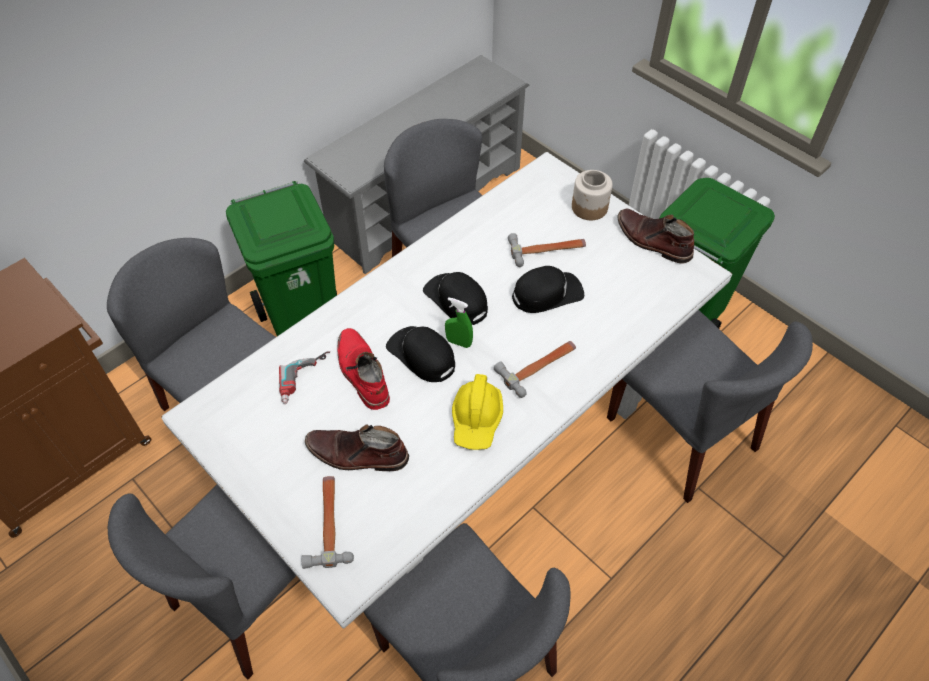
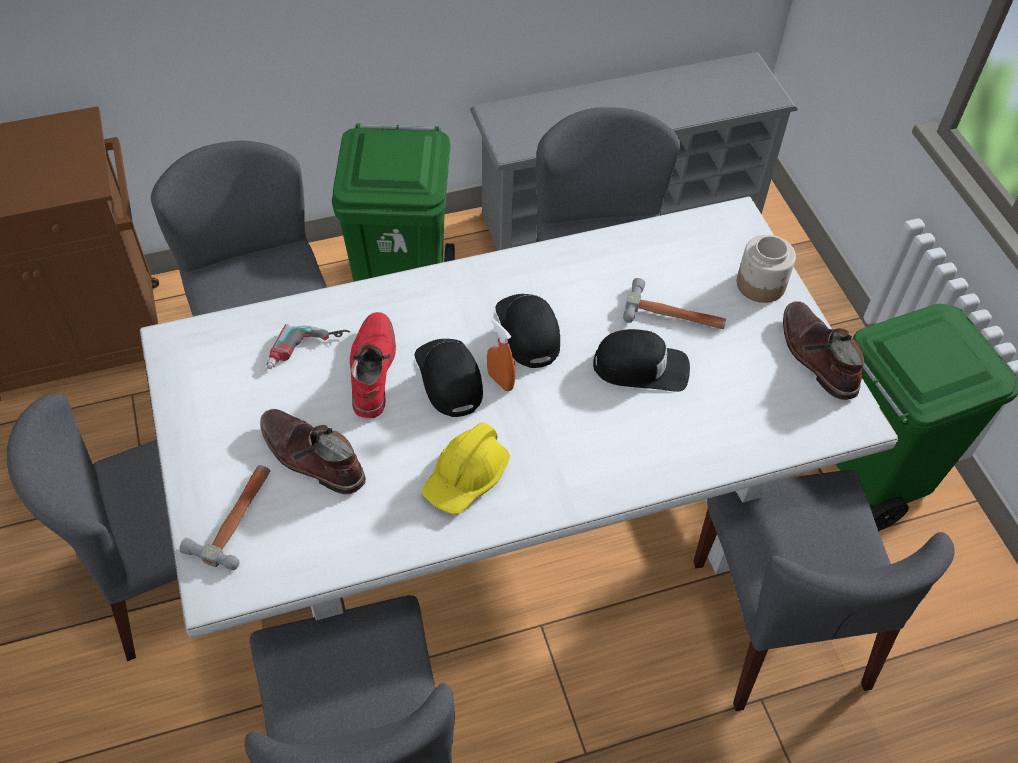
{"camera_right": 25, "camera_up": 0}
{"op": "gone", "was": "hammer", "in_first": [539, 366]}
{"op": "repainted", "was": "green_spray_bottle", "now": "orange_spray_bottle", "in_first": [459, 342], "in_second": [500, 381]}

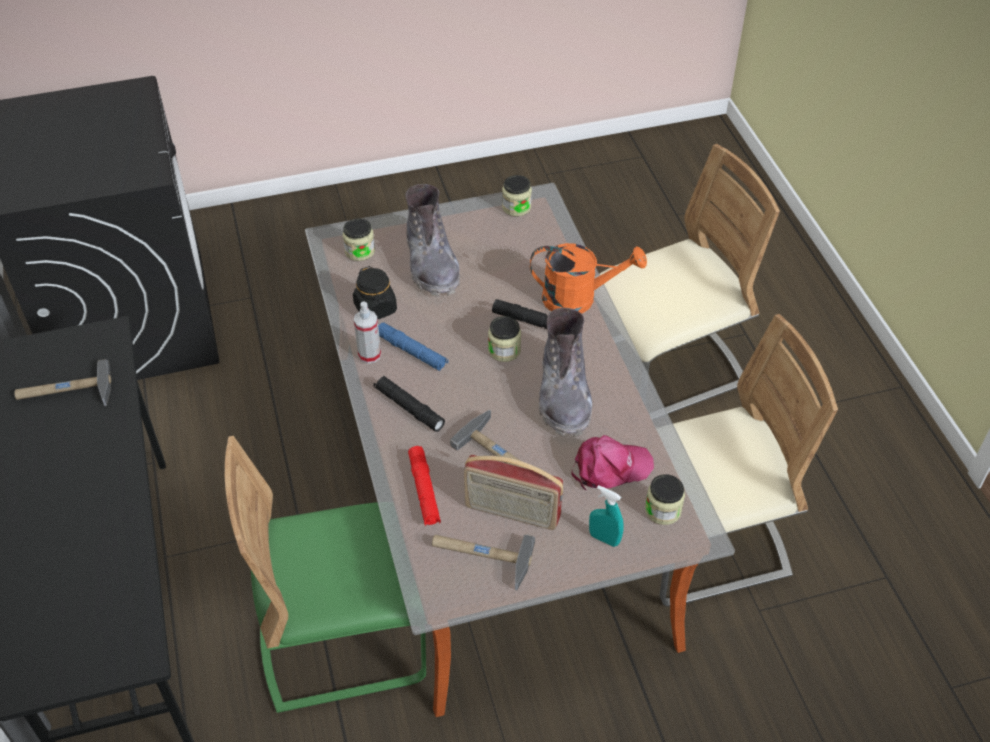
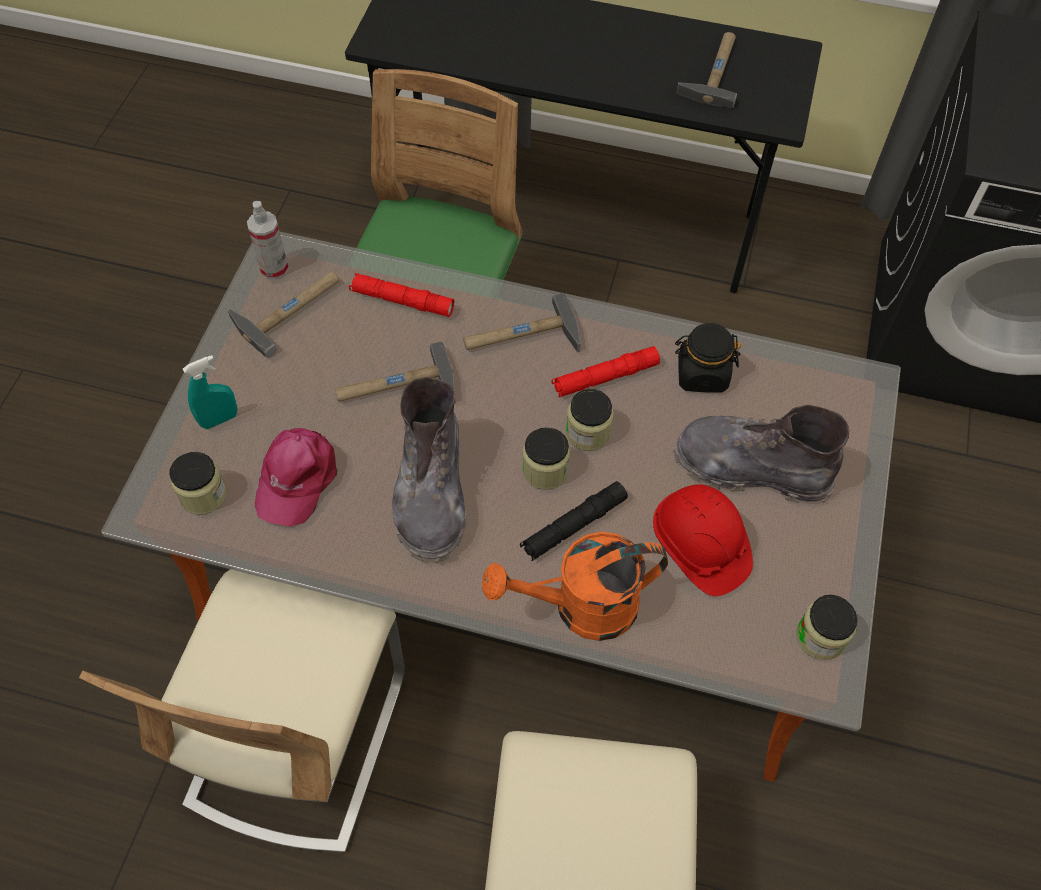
{"camera_right": 120, "camera_up": 10}
{"op": "gone", "was": "radio", "in_first": [511, 513]}
{"op": "new", "now": "red_hard_hat", "in_second": [699, 547]}
{"op": "shifted", "was": "jar", "in_first": [360, 251], "in_second": [588, 432]}
{"op": "shifted", "was": "spray_bottle", "in_first": [369, 355], "in_second": [274, 268]}
{"op": "swapped", "was": "black_flashlight", "now": "hammer", "in_first": [409, 408], "in_second": [521, 337]}
{"op": "repainted", "was": "blue_flashlight", "now": "red_flashlight", "in_first": [412, 352], "in_second": [605, 377]}
{"op": "rotated", "was": "orange_watering_can", "in_first": [579, 298], "in_second": [581, 607], "clockwise": 45}
{"op": "rotated", "was": "grey_boot", "in_first": [564, 395], "in_second": [431, 493], "clockwise": -120}

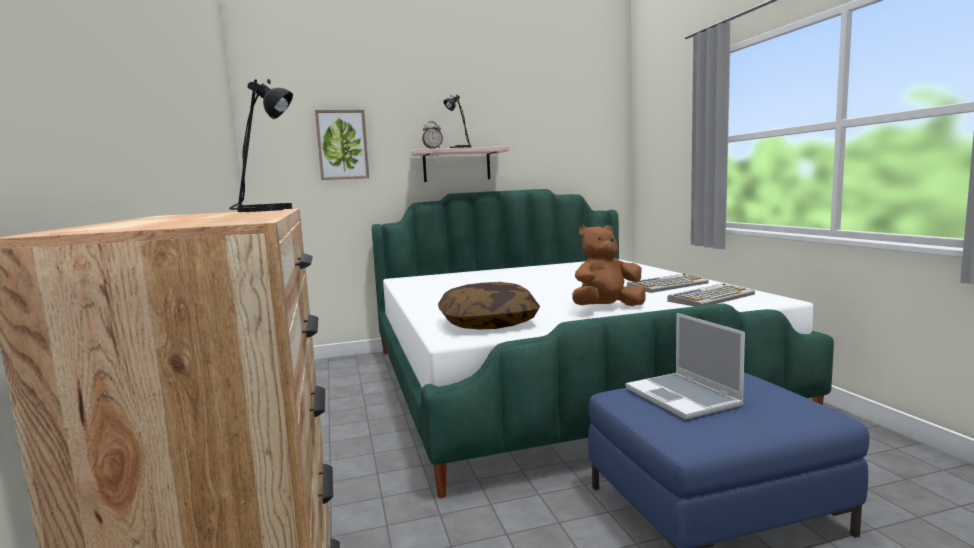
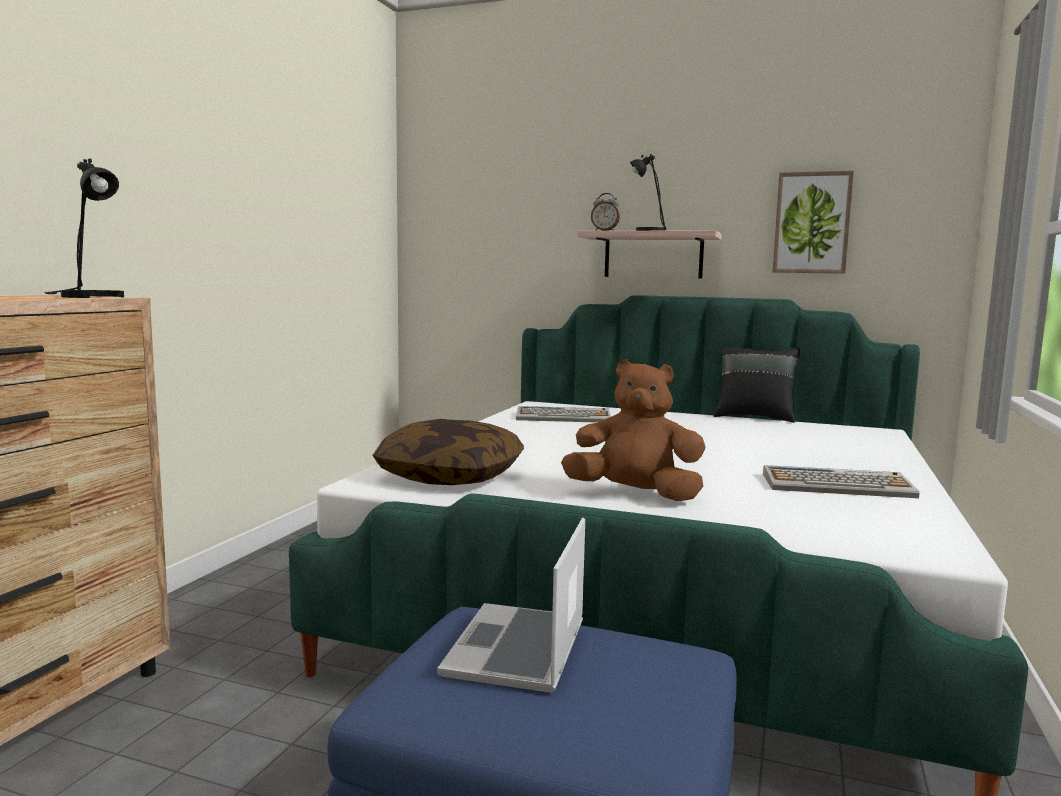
{"camera_right": 35, "camera_up": 0}
{"op": "new", "now": "black_pillow", "in_second": [754, 417]}
{"op": "shifted", "was": "picture", "in_first": [342, 145], "in_second": [812, 223]}
{"op": "shifted", "was": "keyboard", "in_first": [711, 297], "in_second": [564, 417]}

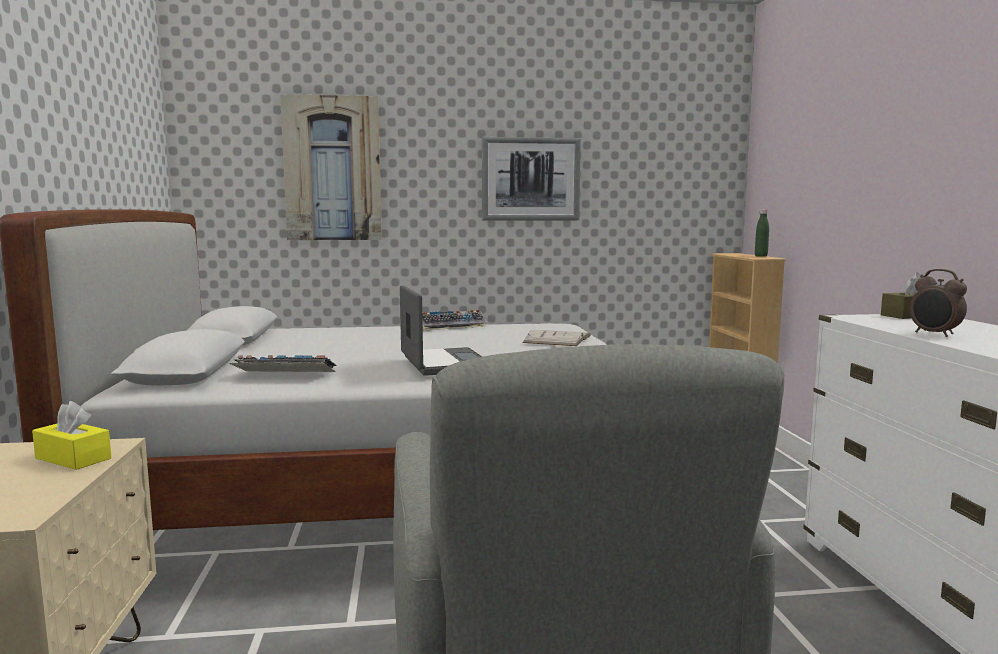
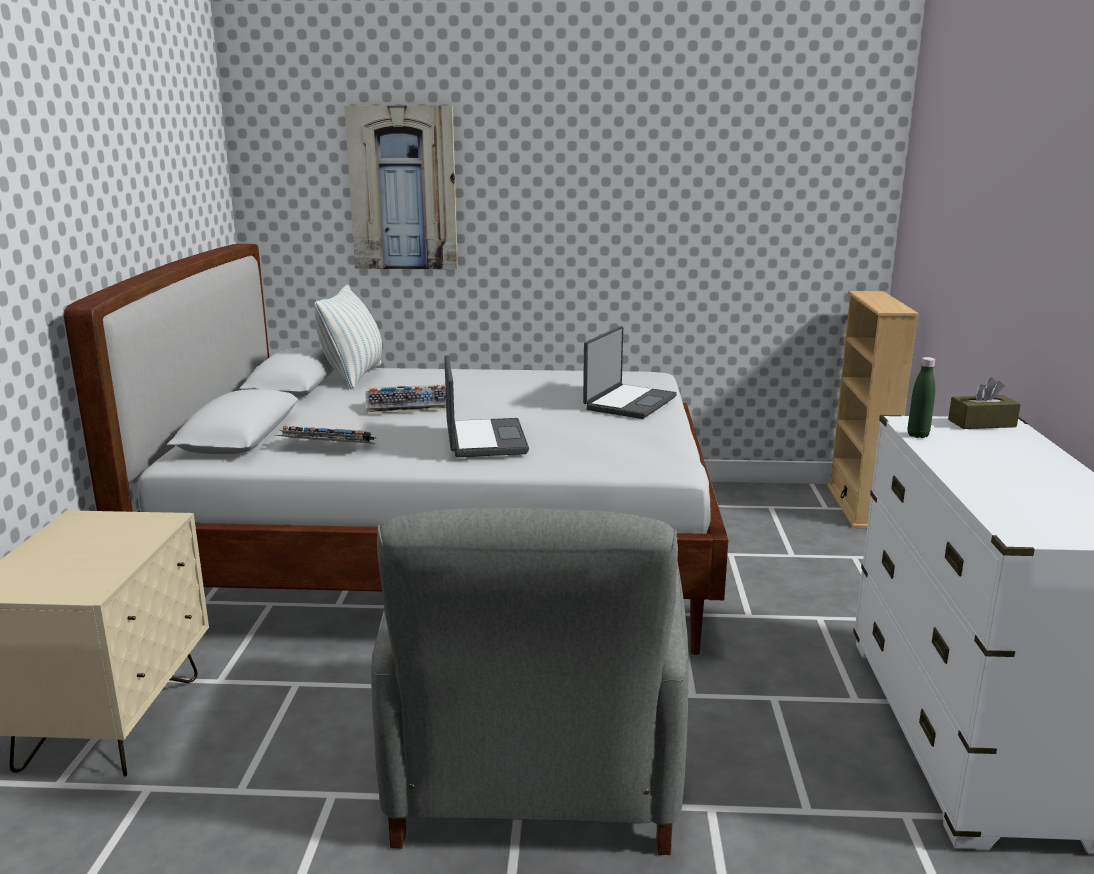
{"camera_right": 10, "camera_up": 10}
{"op": "gone", "was": "yellow_tissue_box", "in_first": [73, 458]}
{"op": "gone", "was": "picture", "in_first": [530, 179]}
{"op": "gone", "was": "alarm_clock", "in_first": [934, 334]}
{"op": "new", "now": "pillow", "in_second": [354, 376]}
{"op": "shifted", "was": "keyboard", "in_first": [452, 326], "in_second": [409, 406]}
{"op": "shifted", "was": "green_bottle", "in_first": [761, 256], "in_second": [918, 435]}
{"op": "swapped", "was": "white_book", "now": "laptop", "in_first": [557, 339], "in_second": [628, 403]}

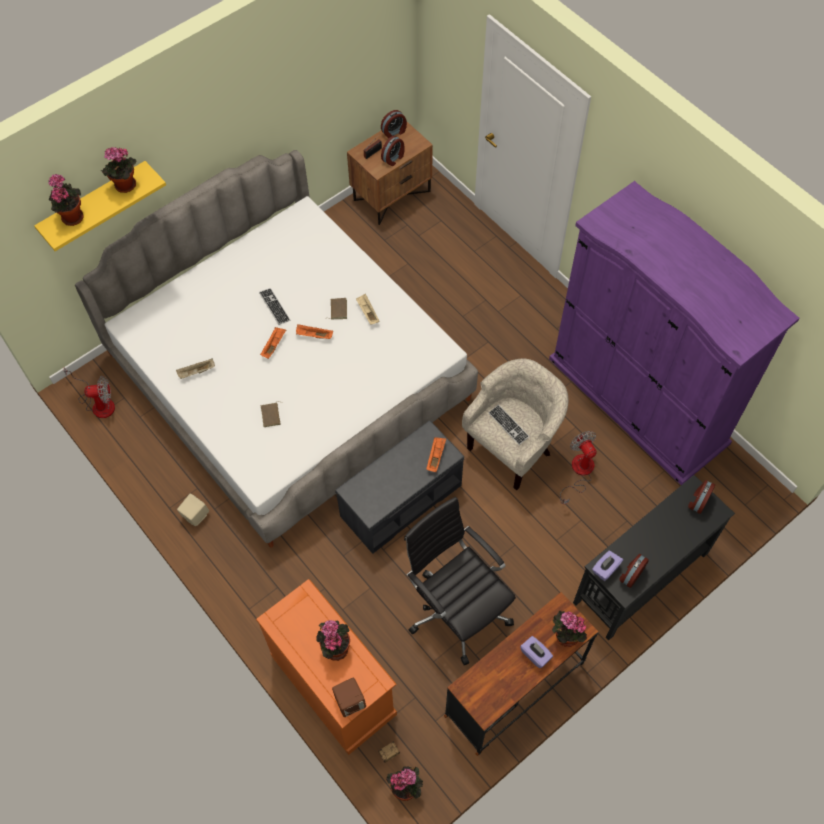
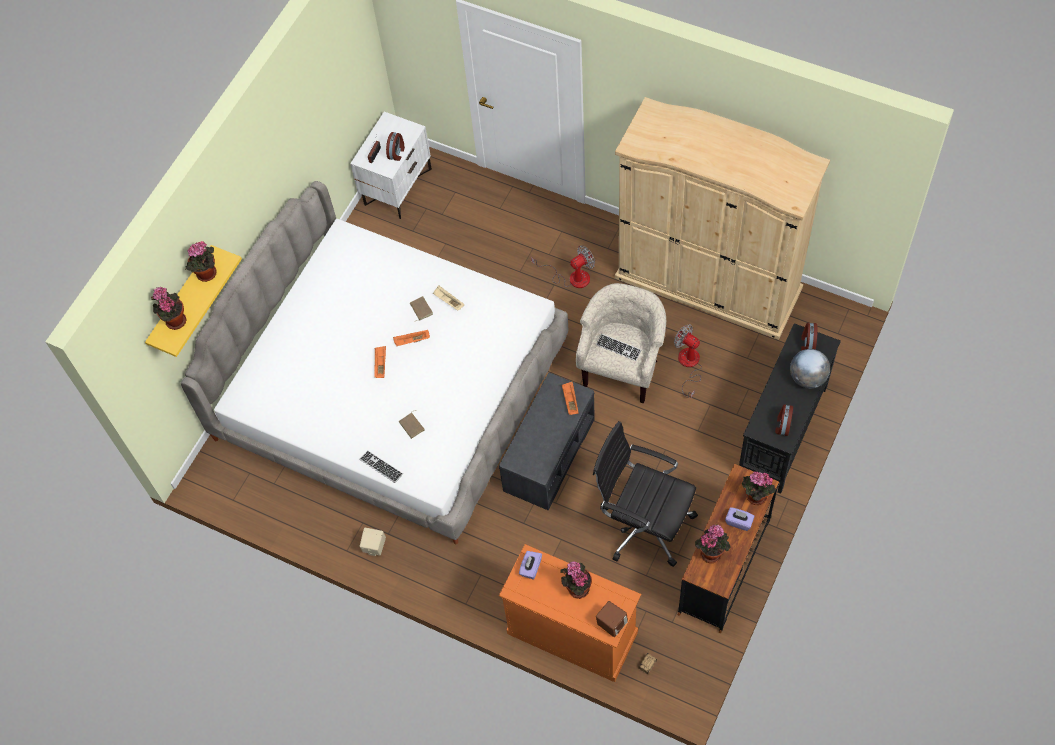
{"camera_right": -20, "camera_up": 0}
{"op": "gone", "was": "beige_tray", "in_first": [196, 372]}
{"op": "gone", "was": "alarm_clock", "in_first": [394, 132]}
{"op": "new", "now": "globe", "in_second": [807, 378]}
{"op": "shifted", "was": "fan", "in_first": [98, 403], "in_second": [572, 277]}
{"op": "shifted", "was": "keyboard", "in_first": [274, 307], "in_second": [381, 467]}
{"op": "shifted", "was": "potted_plant", "in_first": [406, 787], "in_second": [711, 552]}
{"op": "shifted", "was": "purple_tissue_box", "in_first": [605, 569], "in_second": [530, 568]}
{"op": "repainted", "was": "brown_nightstand", "now": "white_nightstand", "in_first": [391, 195], "in_second": [397, 186]}
{"op": "repainted", "was": "purple_wardrobe", "now": "beige_wardrobe", "in_first": [638, 400], "in_second": [708, 282]}

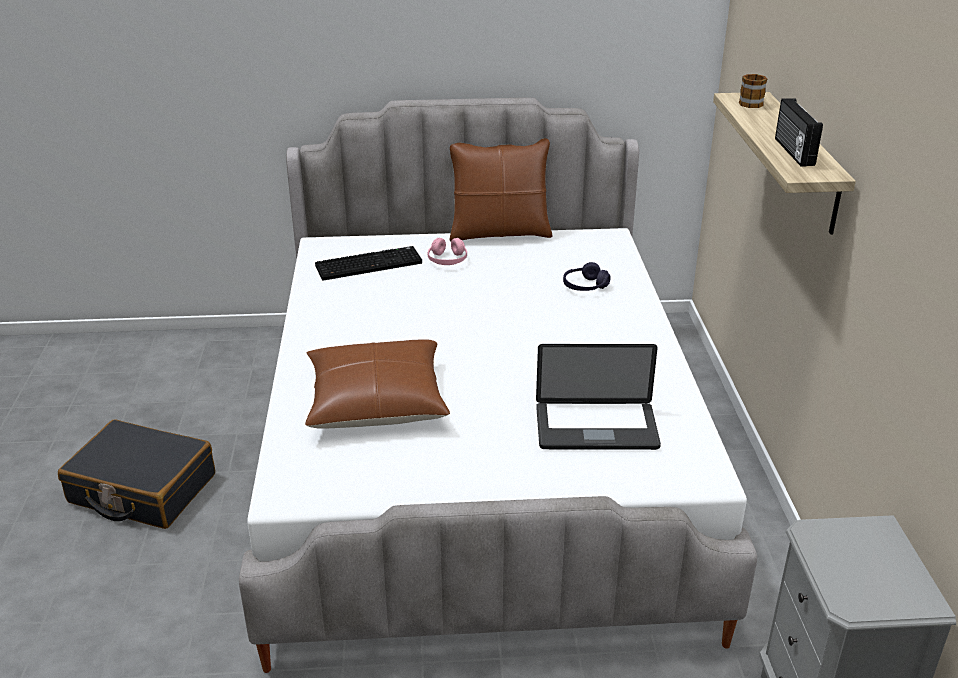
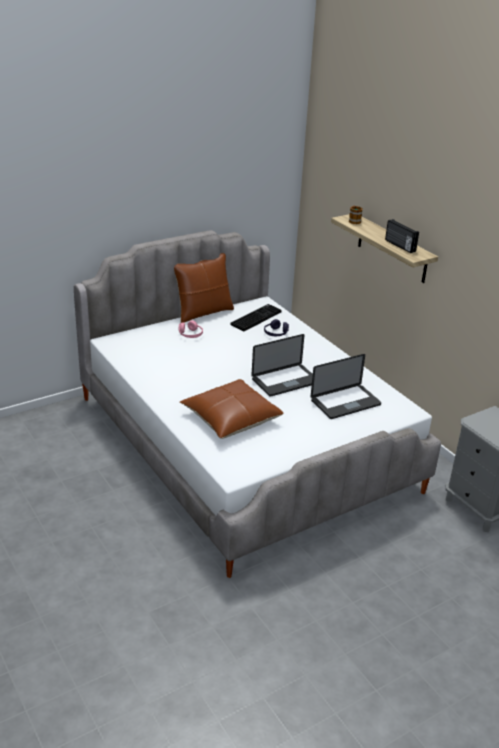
{"camera_right": -30, "camera_up": 0}
{"op": "gone", "was": "black_suitcase", "in_first": [142, 489]}
{"op": "new", "now": "laptop", "in_second": [285, 381]}
{"op": "shifted", "was": "keyboard", "in_first": [369, 264], "in_second": [256, 318]}

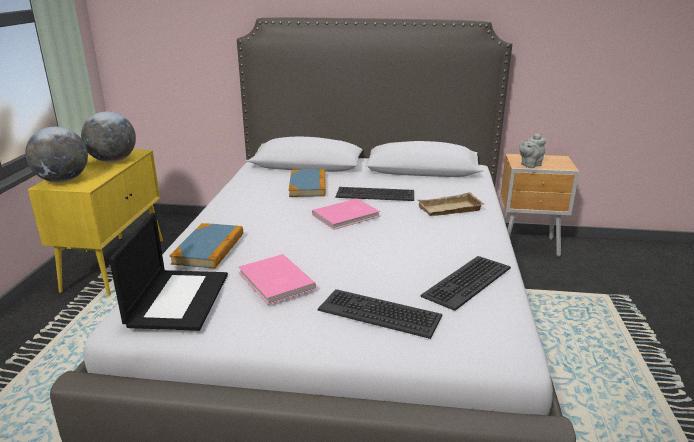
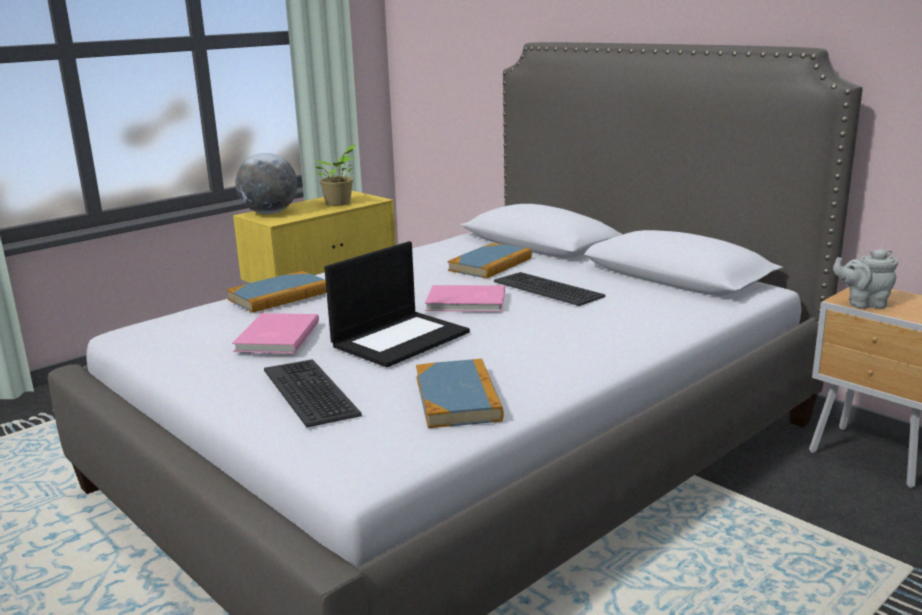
{"camera_right": 40, "camera_up": -5}
{"op": "gone", "was": "beige_tray", "in_first": [449, 210]}
{"op": "shifted", "was": "laptop", "in_first": [178, 299], "in_second": [401, 338]}
{"op": "swapped", "was": "globe", "now": "potted_plant", "in_first": [113, 161], "in_second": [339, 203]}
{"op": "swapped", "was": "keyboard", "now": "book", "in_first": [466, 282], "in_second": [457, 398]}

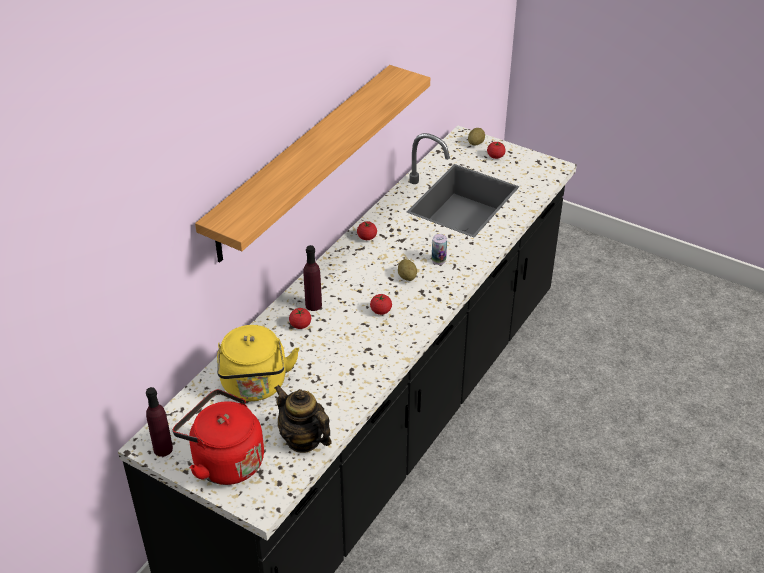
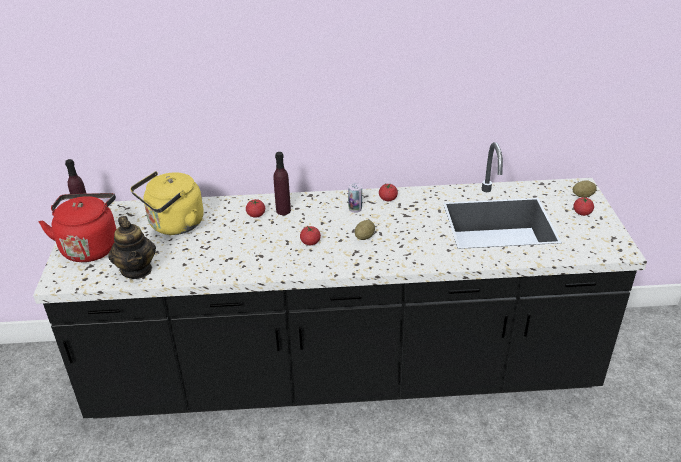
{"camera_right": 55, "camera_up": -5}
{"op": "gone", "was": "shelf", "in_first": [303, 161]}
{"op": "shifted", "was": "can", "in_first": [438, 260], "in_second": [355, 209]}
{"op": "rotated", "was": "teapot", "in_first": [303, 439], "in_second": [137, 270], "clockwise": 150}

